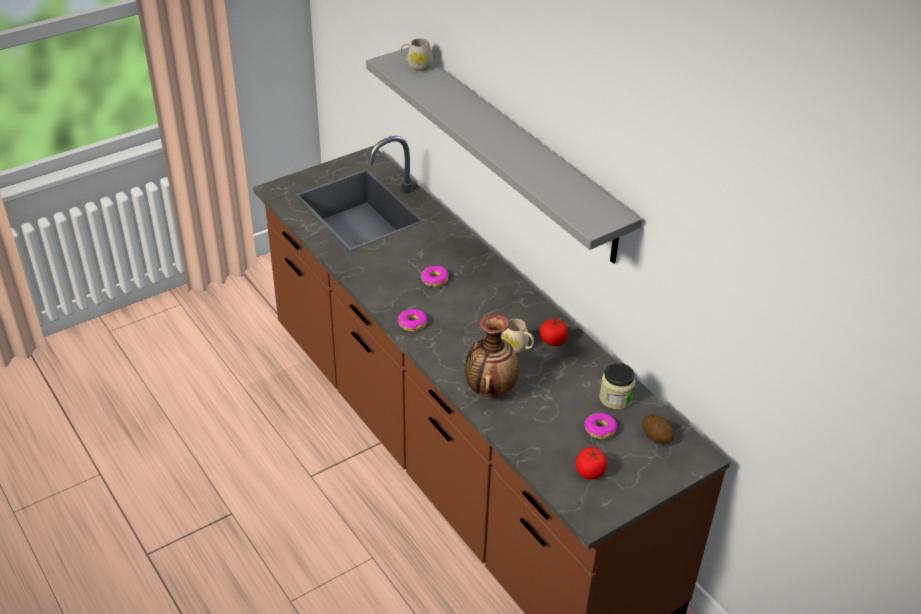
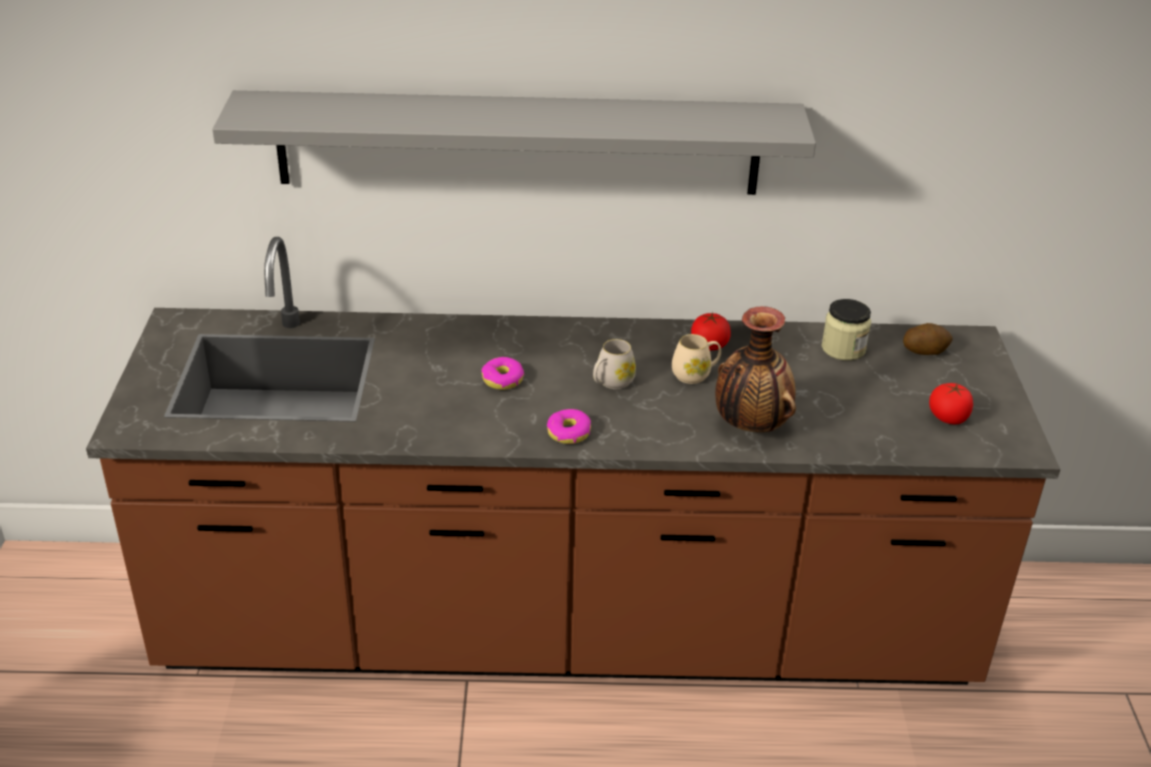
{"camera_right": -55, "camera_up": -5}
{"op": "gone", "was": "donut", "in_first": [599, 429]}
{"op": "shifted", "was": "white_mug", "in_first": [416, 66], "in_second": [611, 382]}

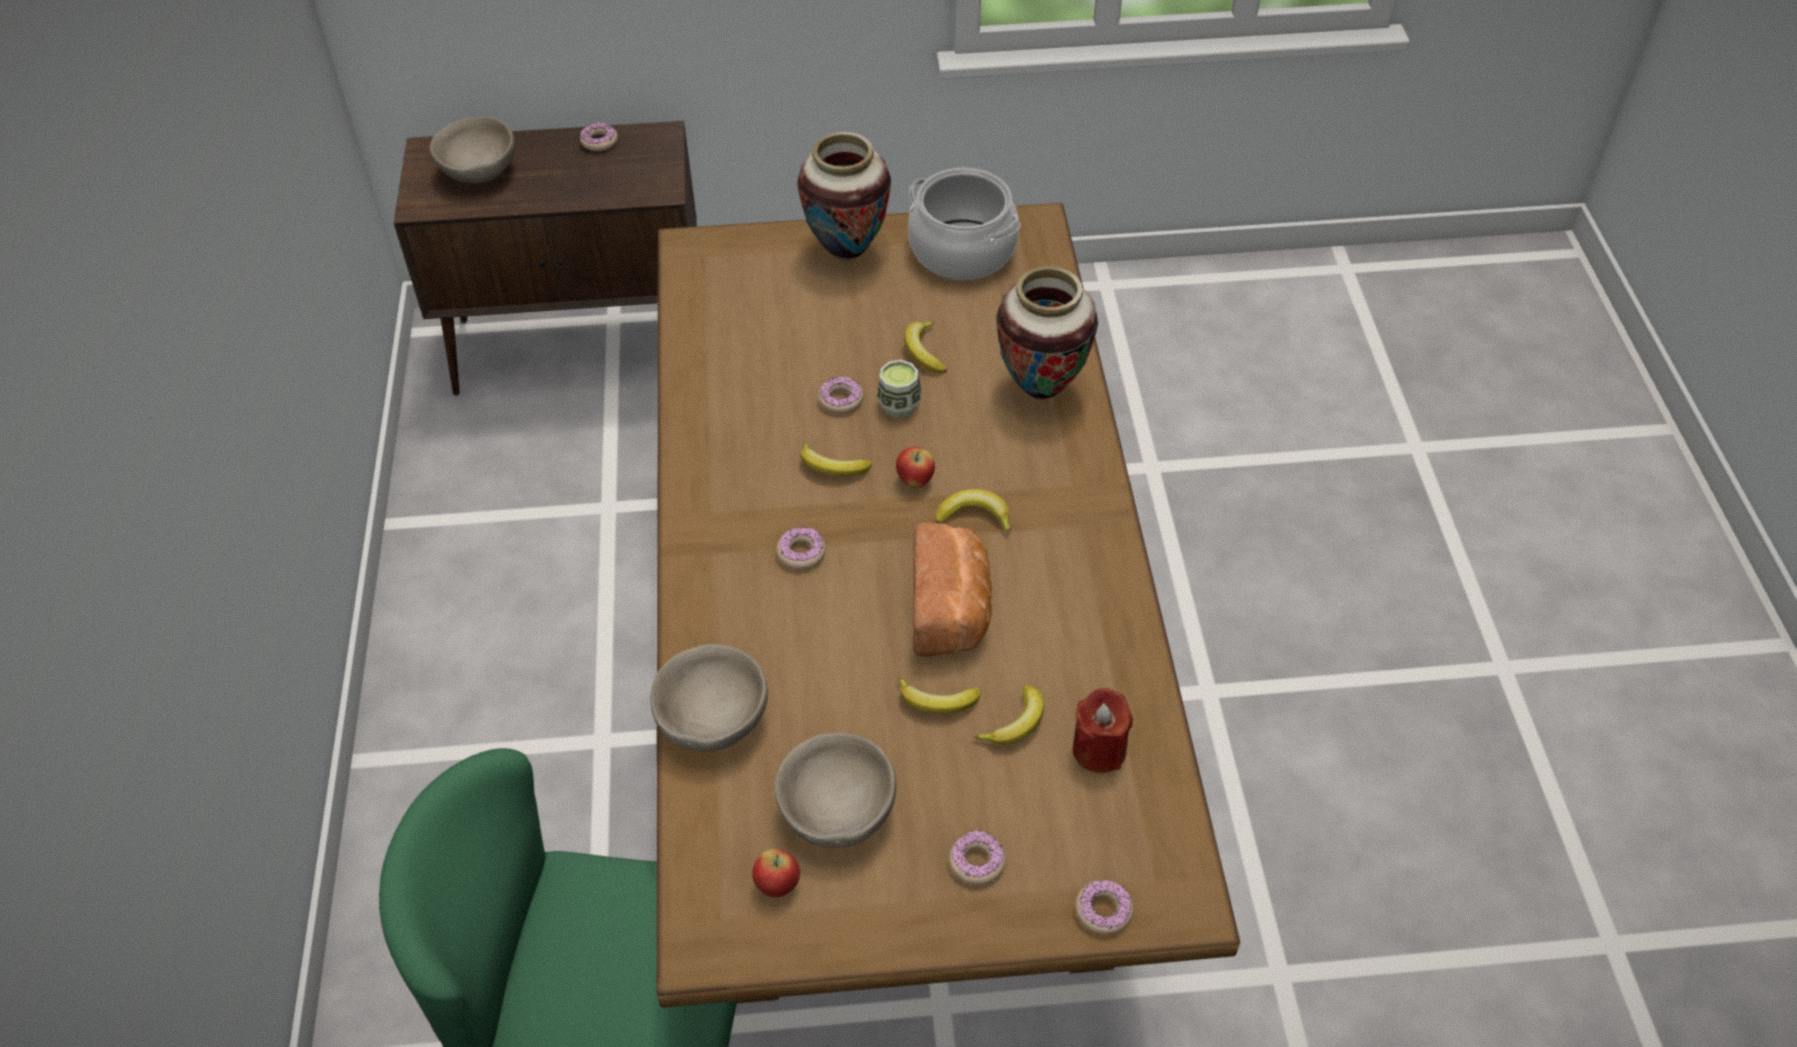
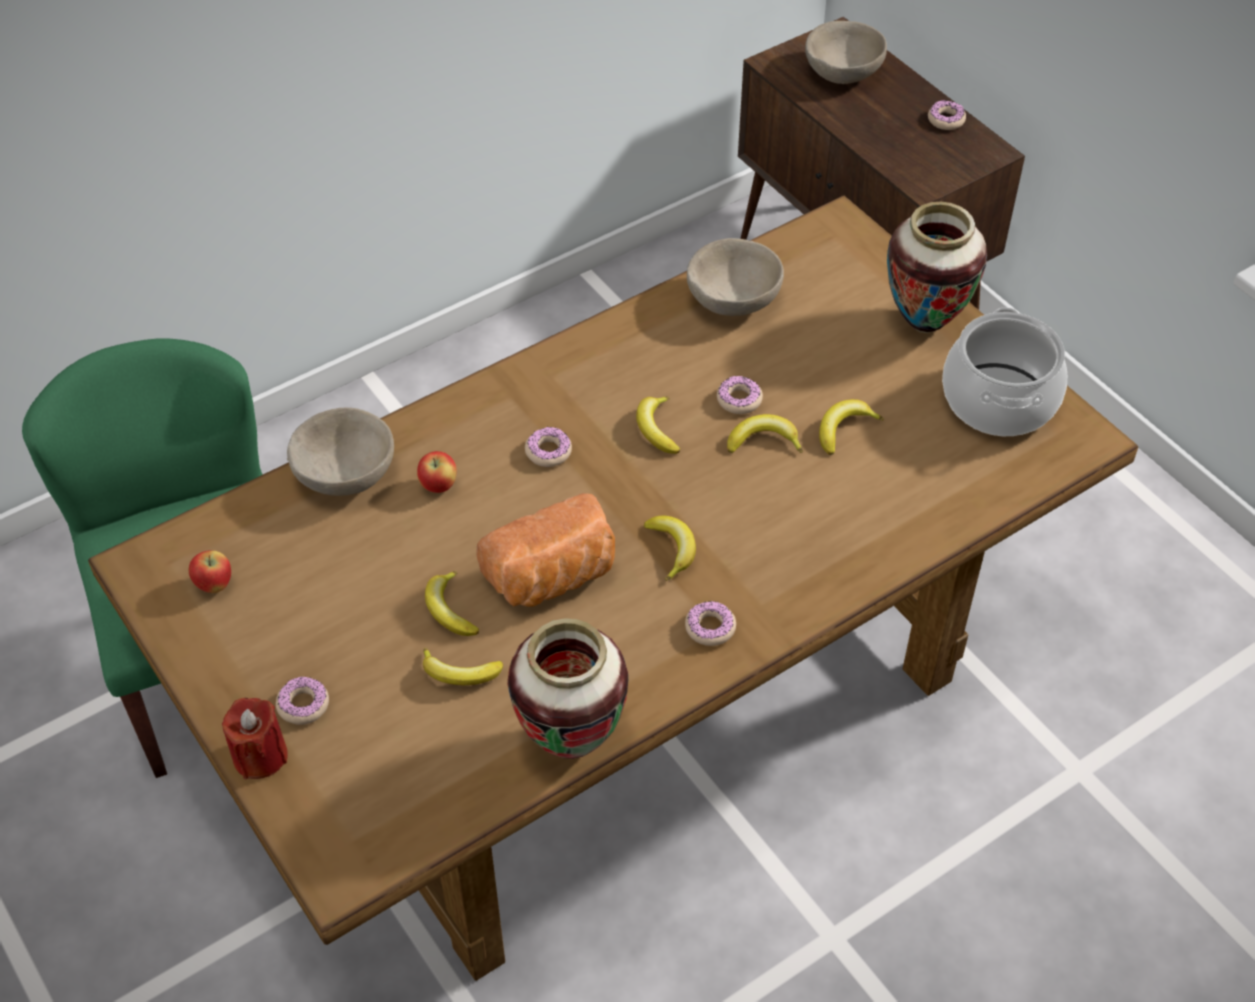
{"camera_right": 60, "camera_up": 0}
{"op": "shifted", "was": "beige_bowl", "in_first": [836, 810], "in_second": [733, 299]}
{"op": "shifted", "was": "apple", "in_first": [915, 481], "in_second": [439, 486]}
{"op": "shifted", "was": "vase", "in_first": [1041, 388], "in_second": [571, 741]}
{"op": "shifted", "was": "red_candle", "in_first": [1099, 750], "in_second": [260, 756]}
{"op": "shifted", "was": "donut", "in_first": [1103, 910], "in_second": [710, 627]}
{"op": "swapped", "was": "cup", "now": "banana", "in_first": [899, 405], "in_second": [763, 441]}

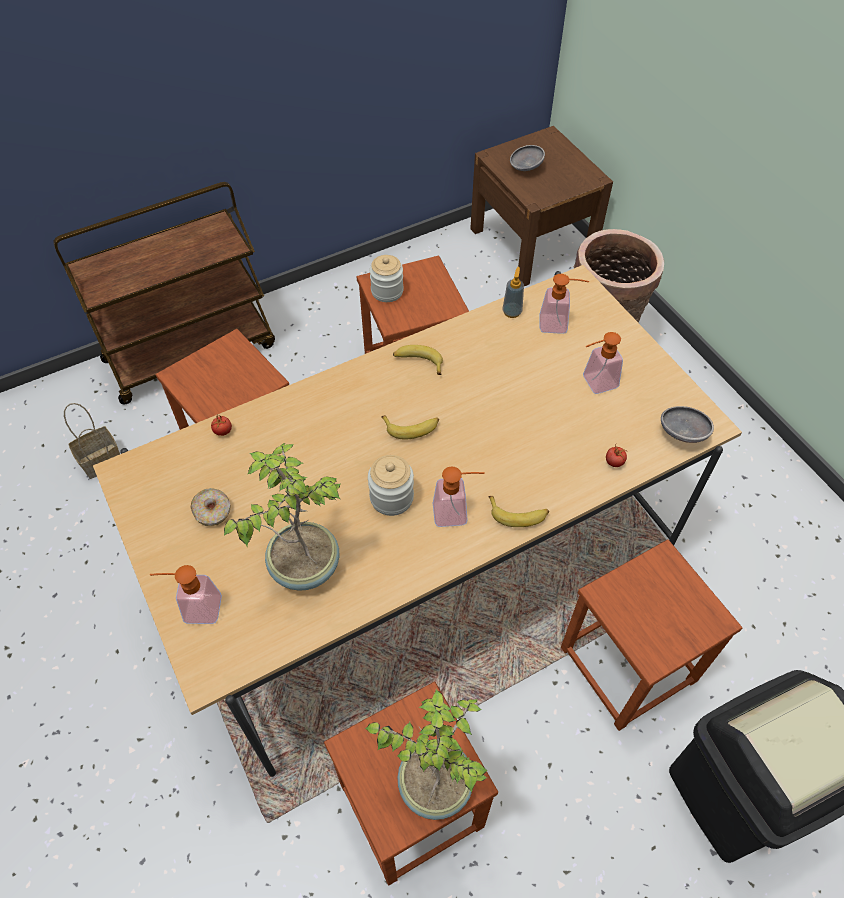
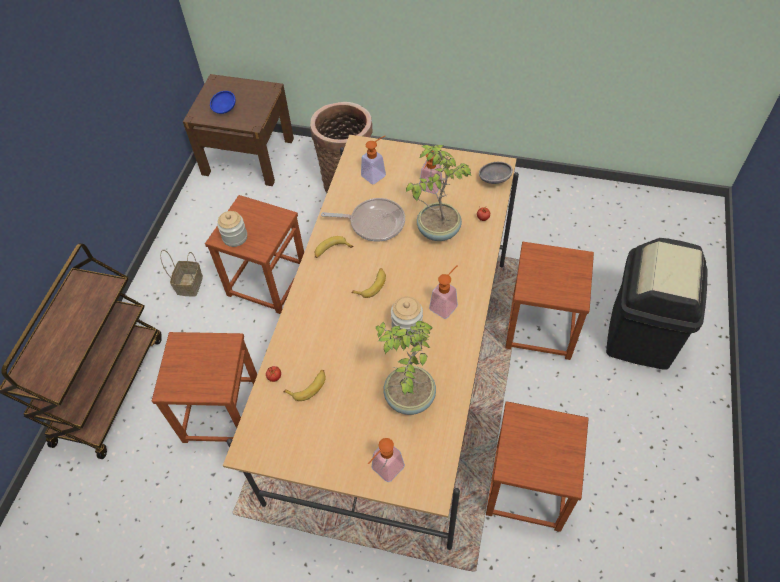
{"camera_right": -45, "camera_up": 0}
{"op": "gone", "was": "donut", "in_first": [212, 511]}
{"op": "gone", "was": "soap_dispenser", "in_first": [512, 312]}
{"op": "new", "now": "frying_pan", "in_second": [374, 223]}
{"op": "shifted", "was": "basket", "in_first": [102, 460], "in_second": [189, 284]}
{"op": "shifted", "was": "potted_plant", "in_first": [435, 782], "in_second": [437, 230]}
{"op": "shifted", "was": "banana", "in_first": [518, 514], "in_second": [308, 386]}
{"op": "repainted", "was": "grey_bowl", "now": "blue_bowl", "in_first": [525, 167], "in_second": [224, 109]}

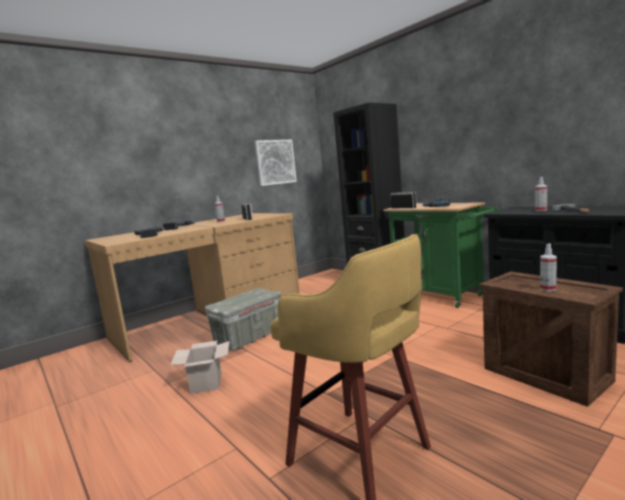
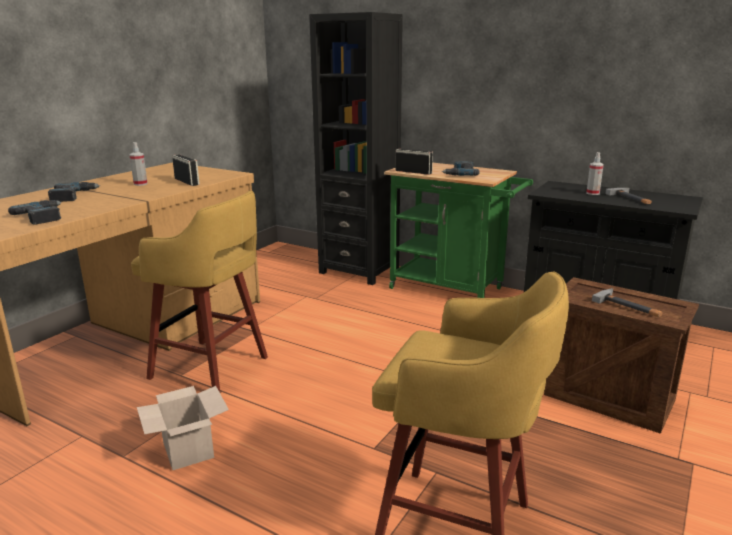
{"camera_right": -20, "camera_up": 10}
{"op": "gone", "was": "picture", "in_first": [275, 162]}
{"op": "swapped", "was": "grey_storage_box", "now": "yellow_stool", "in_first": [249, 338], "in_second": [212, 369]}
{"op": "swapped", "was": "spray_bottle", "now": "hammer", "in_first": [548, 289], "in_second": [629, 306]}

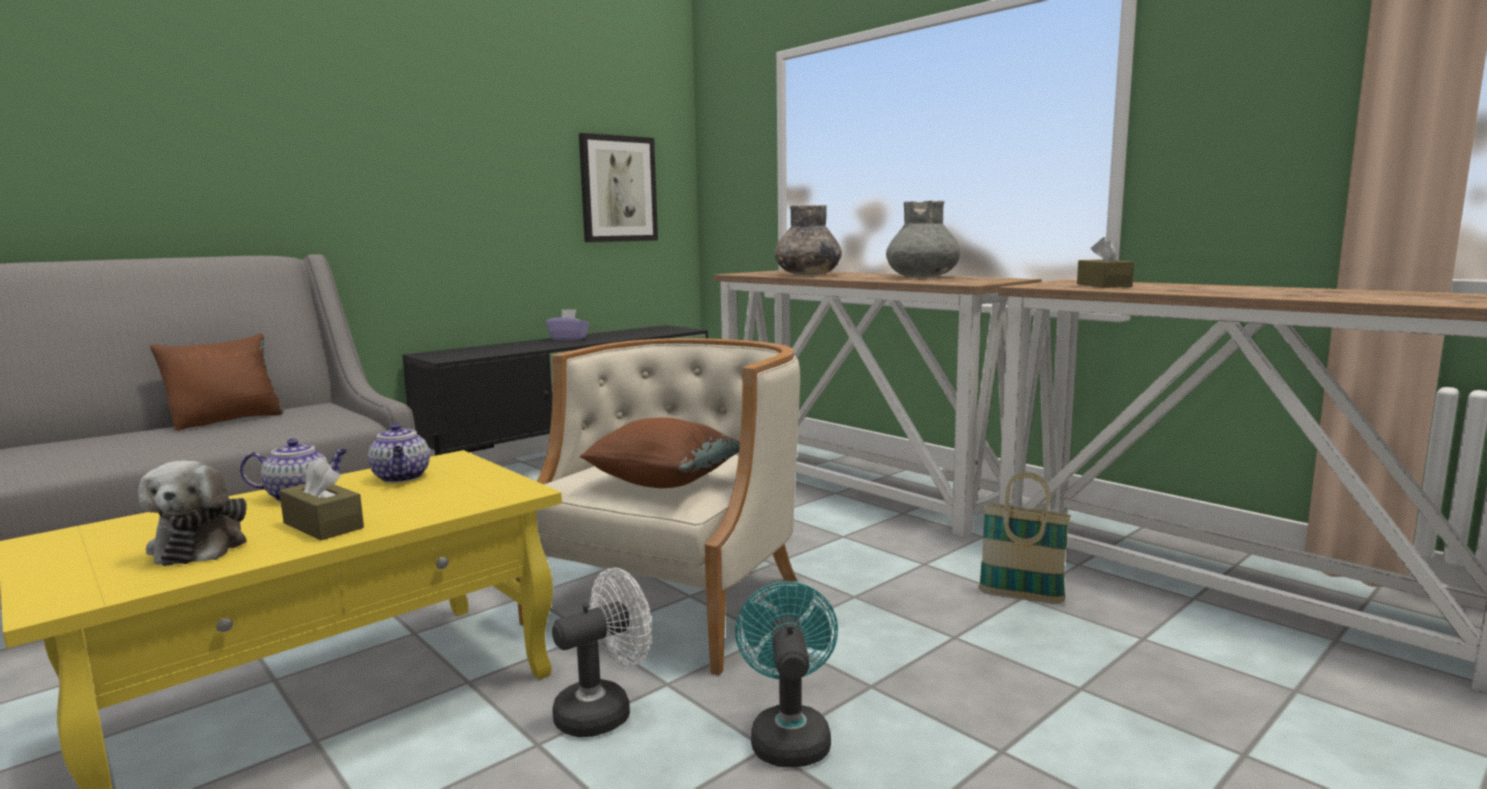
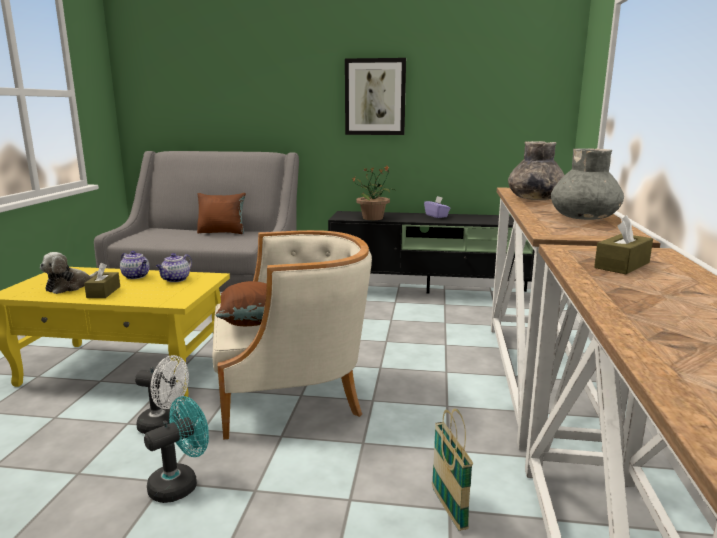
{"camera_right": 50, "camera_up": 5}
{"op": "new", "now": "potted_plant", "in_second": [373, 218]}
{"op": "shifted", "was": "picture", "in_first": [618, 189], "in_second": [375, 97]}

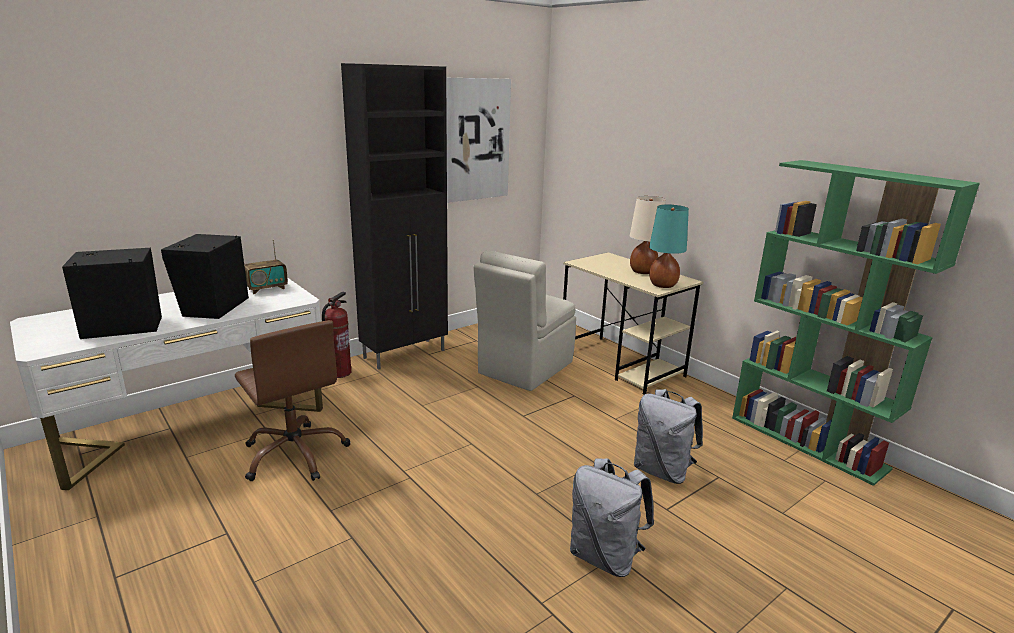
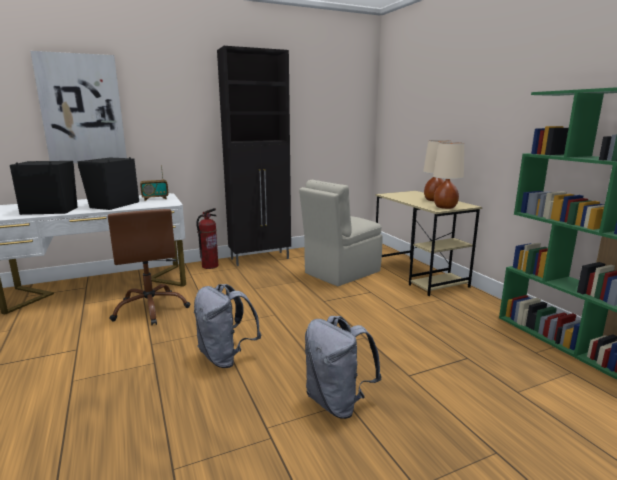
{"camera_right": 15, "camera_up": -5}
{"op": "shifted", "was": "picture", "in_first": [475, 140], "in_second": [82, 109]}
{"op": "shifted", "was": "grey_backpack", "in_first": [662, 471], "in_second": [226, 357]}
{"op": "repainted", "was": "turquoise_table_lamp", "now": "beige_table_lamp", "in_first": [663, 285], "in_second": [445, 207]}

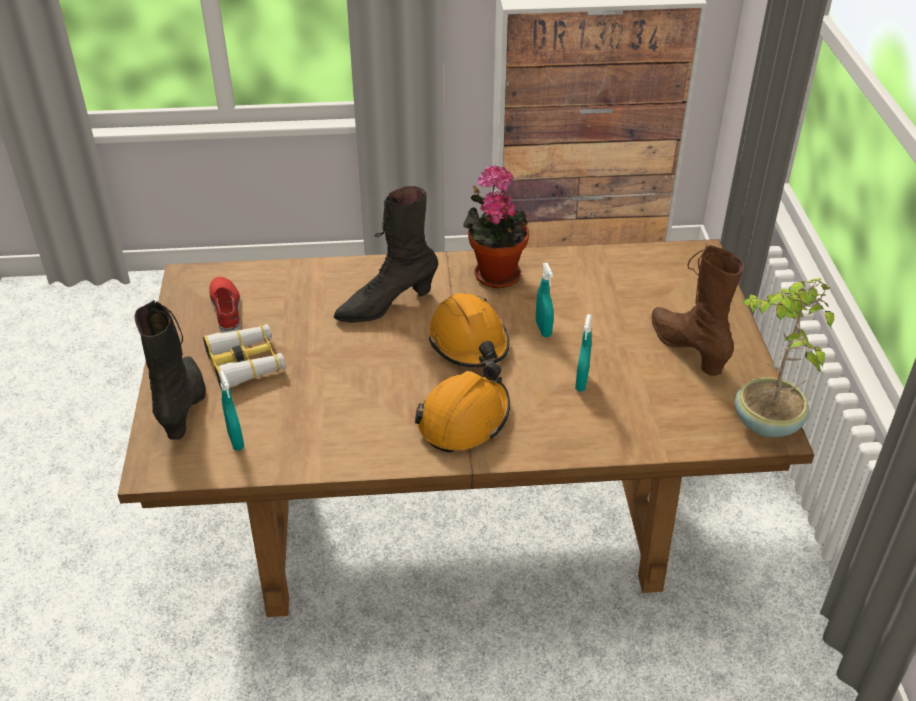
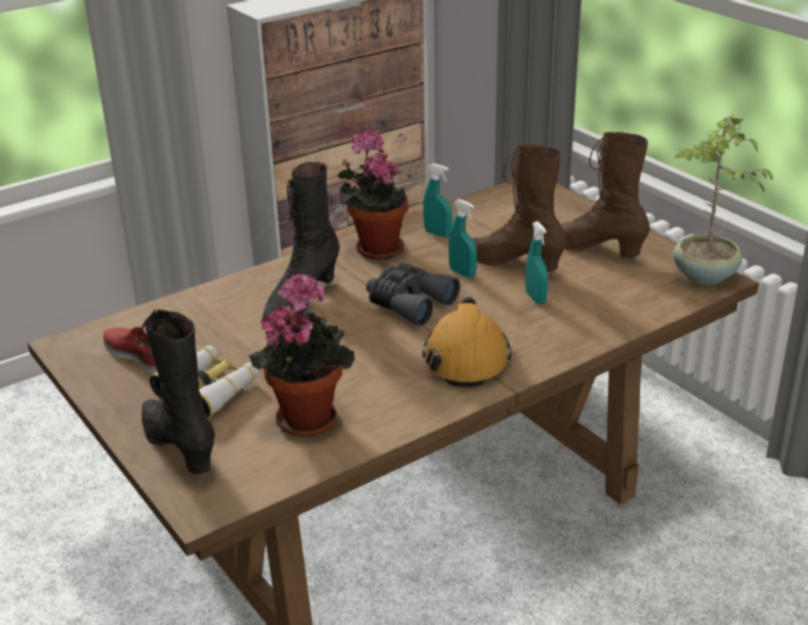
{"camera_right": -30, "camera_up": -10}
{"op": "new", "now": "potted_plant", "in_second": [308, 416]}
{"op": "new", "now": "brown_boot", "in_second": [511, 263]}
{"op": "shifted", "was": "turquoise_spray_bottle", "in_first": [236, 440], "in_second": [437, 233]}
{"op": "swapped", "was": "orange_hard_hat", "now": "grey_binoculars", "in_first": [469, 343], "in_second": [409, 303]}

